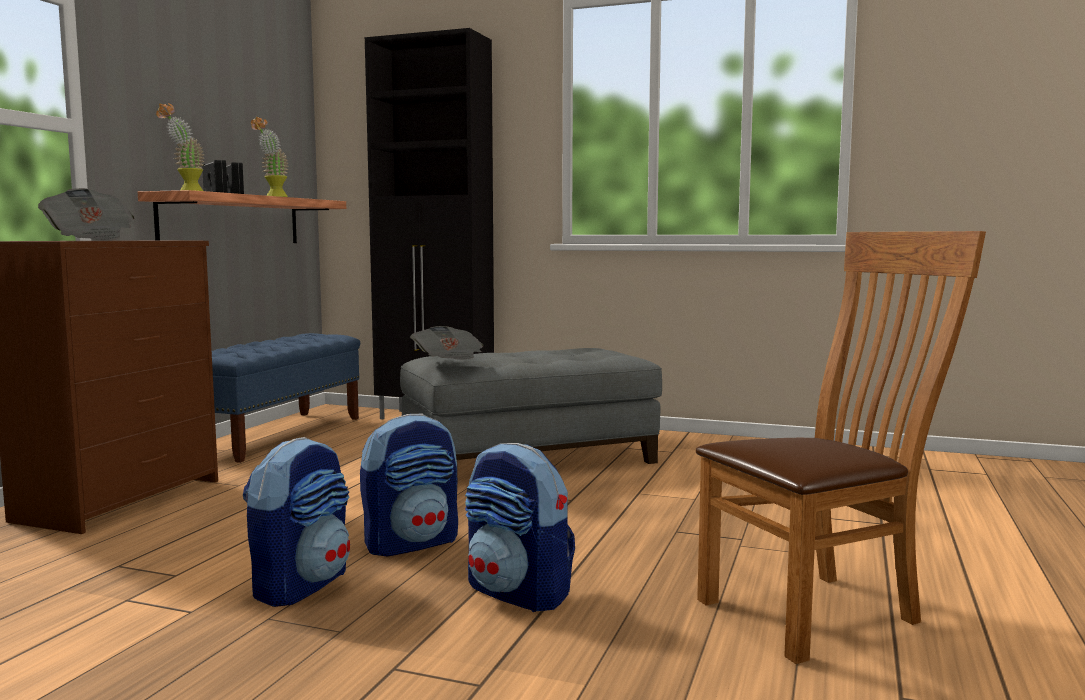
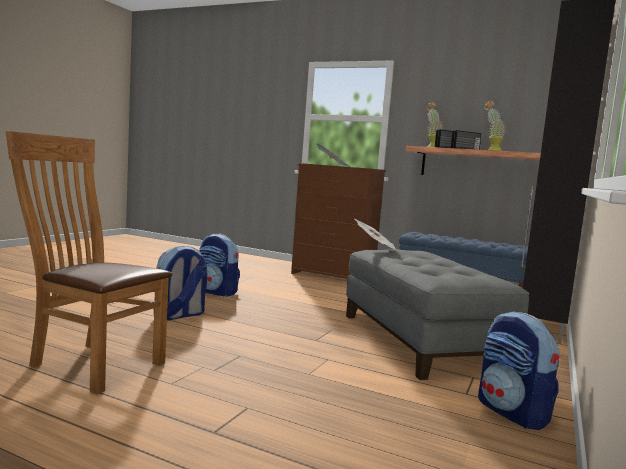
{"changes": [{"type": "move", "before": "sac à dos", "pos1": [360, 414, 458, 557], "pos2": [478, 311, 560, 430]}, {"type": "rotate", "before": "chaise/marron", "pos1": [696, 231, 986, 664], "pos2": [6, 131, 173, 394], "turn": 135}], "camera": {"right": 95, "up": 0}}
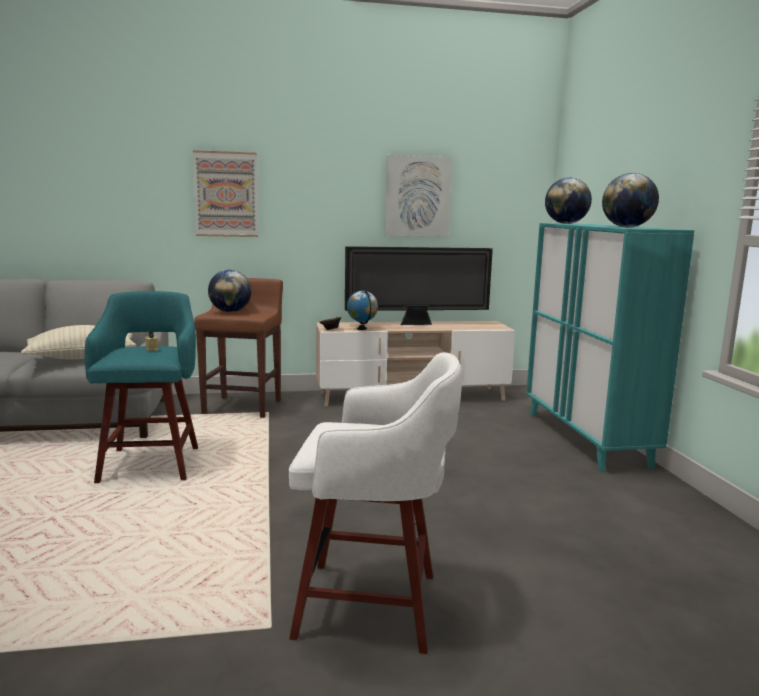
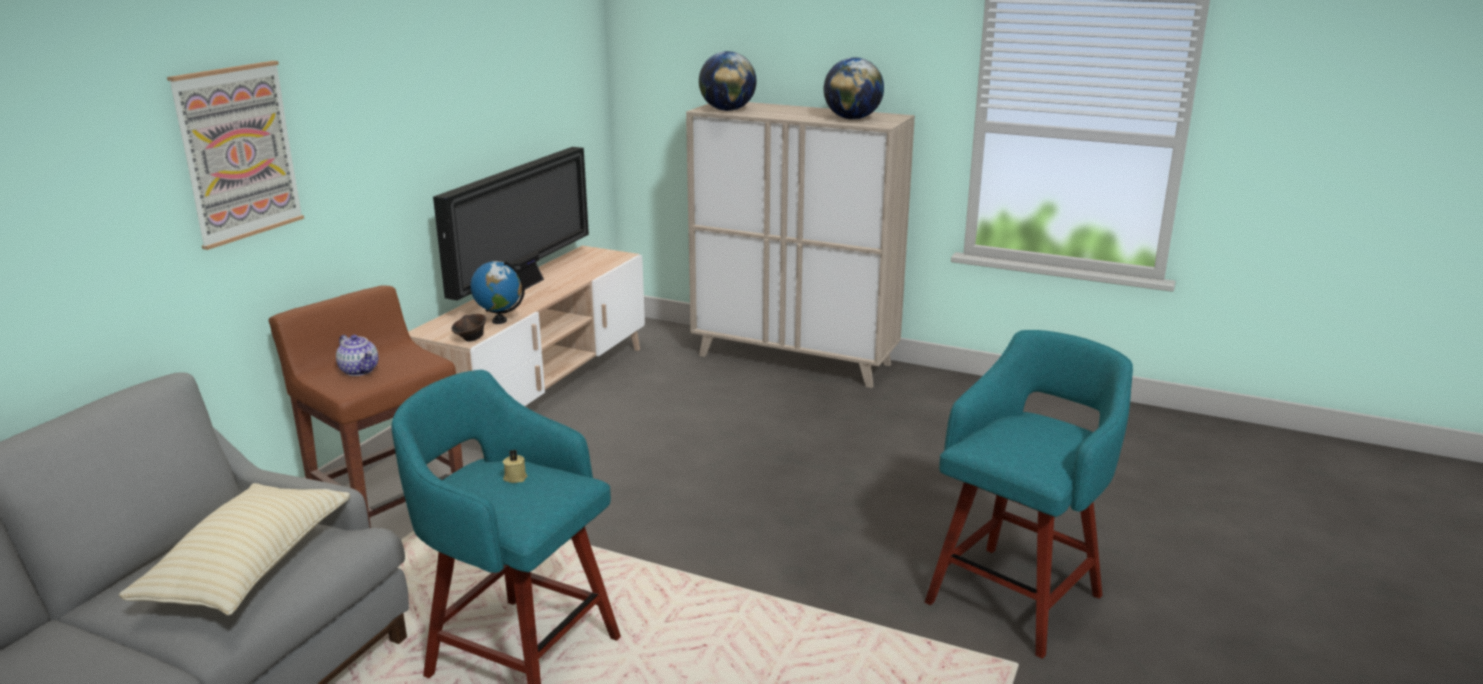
{"changes": [{"type": "delete", "before": "tableau", "pos1": [385, 155, 452, 237]}, {"type": "replace", "before": "globe", "after": "théière", "pos1": [208, 270, 251, 312], "pos2": [336, 335, 378, 376]}, {"type": "recolor", "before": "tabouret/blanc", "after": "tabouret/turquoise", "pos1": [289, 352, 462, 654], "pos2": [925, 330, 1133, 659]}, {"type": "recolor", "before": "meuble de rangement/turquoise", "after": "meuble de rangement/beige", "pos1": [526, 223, 694, 472], "pos2": [686, 102, 915, 388]}], "camera": {"right": -55, "up": 10}}
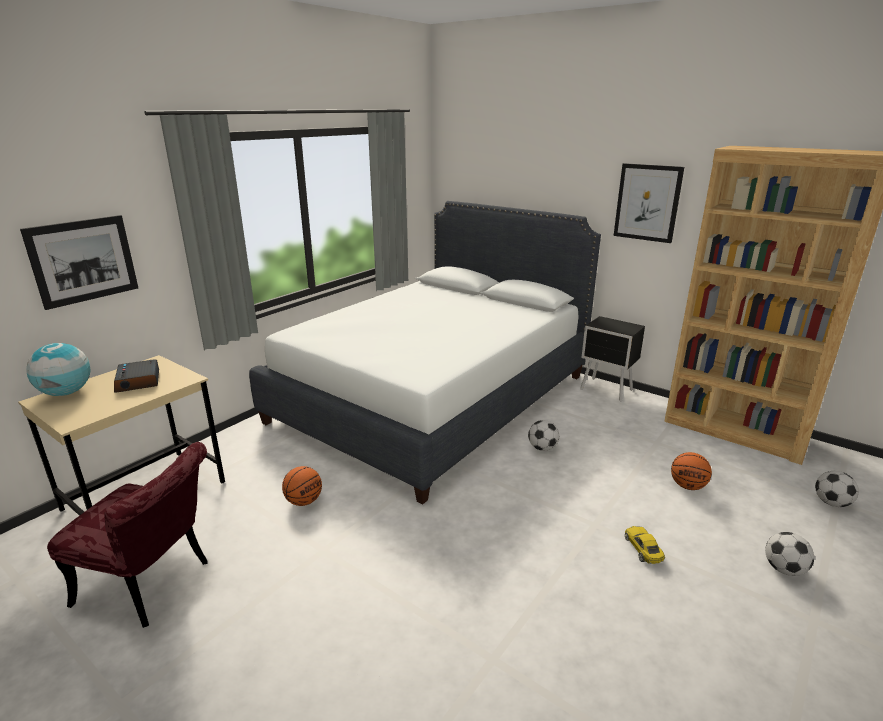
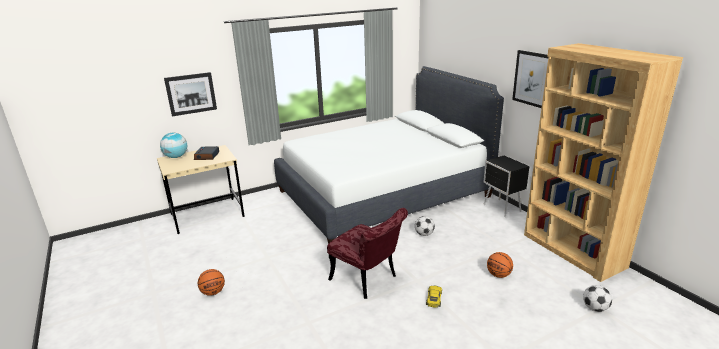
{"changes": [{"type": "delete", "before": "ballon de foot", "pos1": [765, 532, 814, 576]}, {"type": "move", "before": "chaise/rouge", "pos1": [47, 442, 208, 628], "pos2": [327, 208, 408, 299]}, {"type": "move", "before": "ballon de basket", "pos1": [282, 466, 322, 506], "pos2": [198, 269, 225, 296]}], "camera": {"right": 25, "up": 0}}
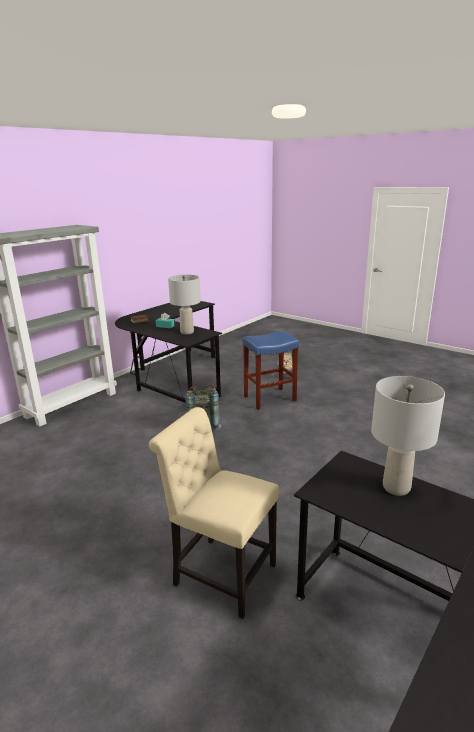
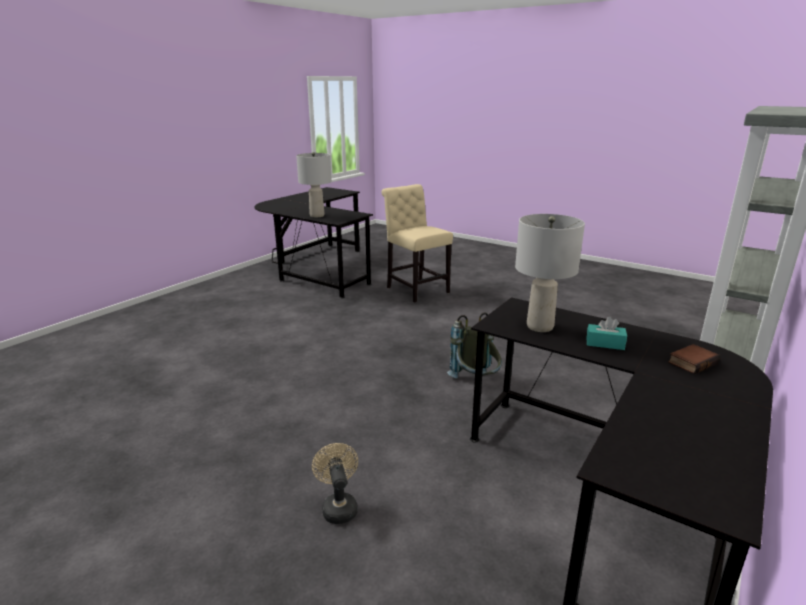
{"changes": [{"type": "delete", "before": "tabouret/bleu", "pos1": [242, 331, 299, 410]}, {"type": "rotate", "before": "chaise/beige", "pos1": [149, 407, 279, 619], "pos2": [382, 184, 453, 302], "turn": -150}], "camera": {"right": 175, "up": 0}}
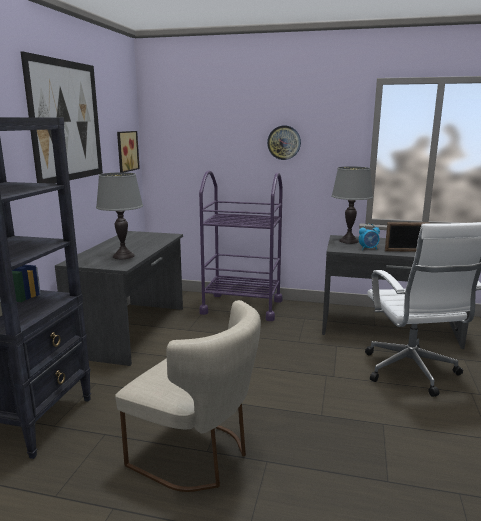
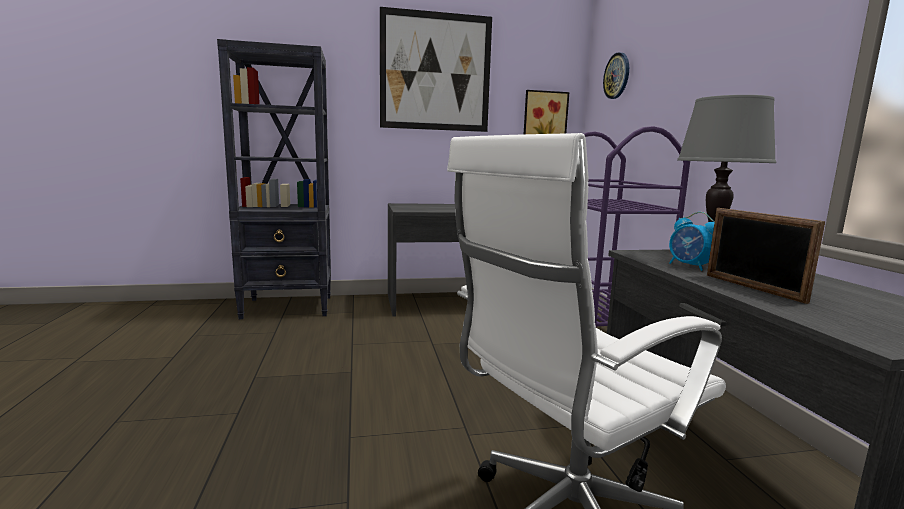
{"changes": [{"type": "delete", "before": "lampe de table/gris", "pos1": [96, 172, 143, 259]}, {"type": "delete", "before": "chaise/beige", "pos1": [115, 300, 261, 492]}, {"type": "move", "before": "horloge murale", "pos1": [267, 125, 301, 160], "pos2": [603, 53, 629, 99]}], "camera": {"right": 65, "up": -5}}
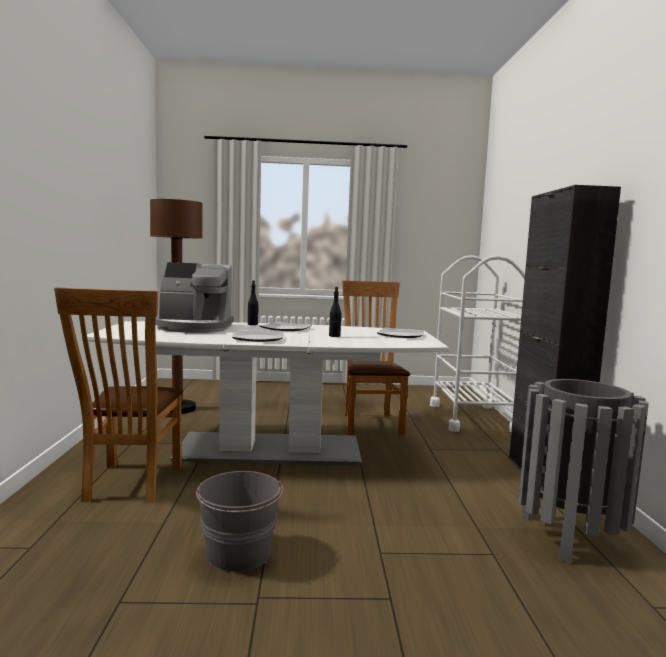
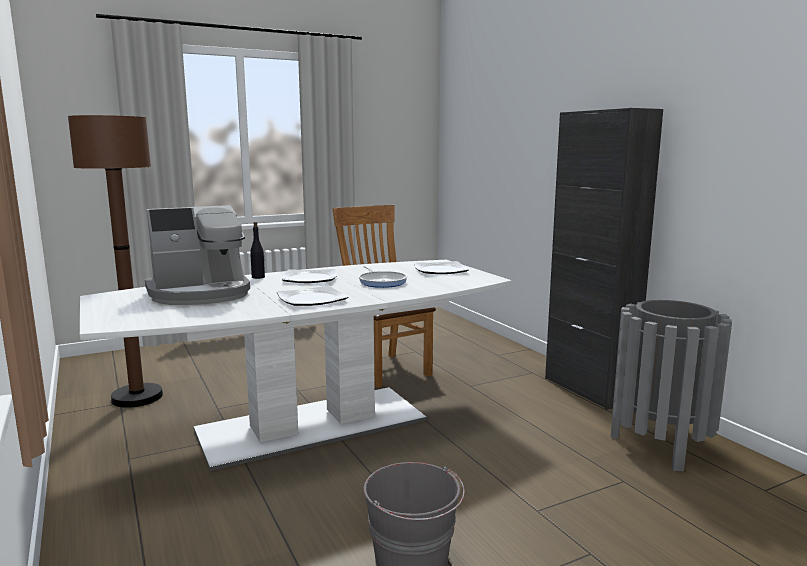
{"changes": [{"type": "delete", "before": "chaise/marron", "pos1": [54, 288, 183, 503]}, {"type": "delete", "before": "chariot/blanc", "pos1": [430, 255, 525, 432]}, {"type": "replace", "before": "bouteille/noir", "after": "poêle", "pos1": [329, 287, 341, 337], "pos2": [359, 266, 407, 288]}], "camera": {"right": -25, "up": 5}}
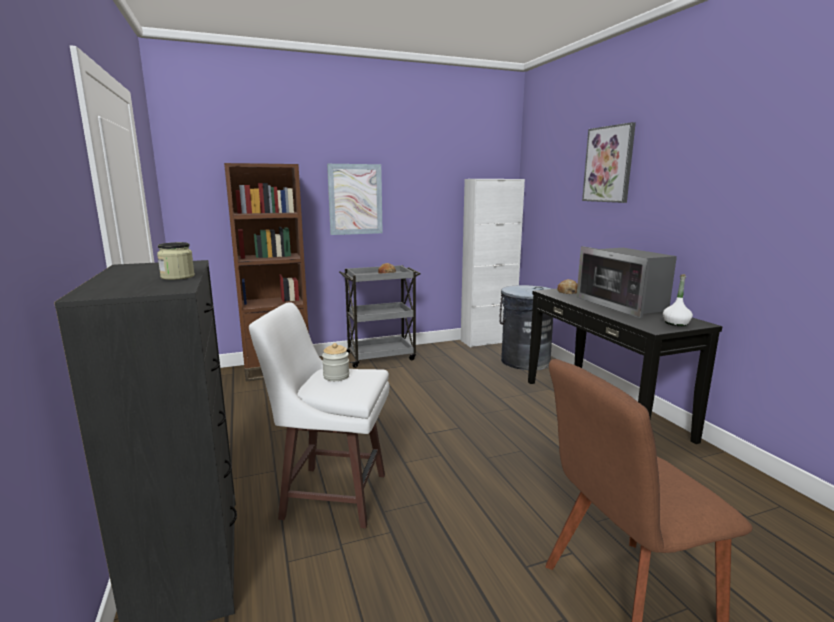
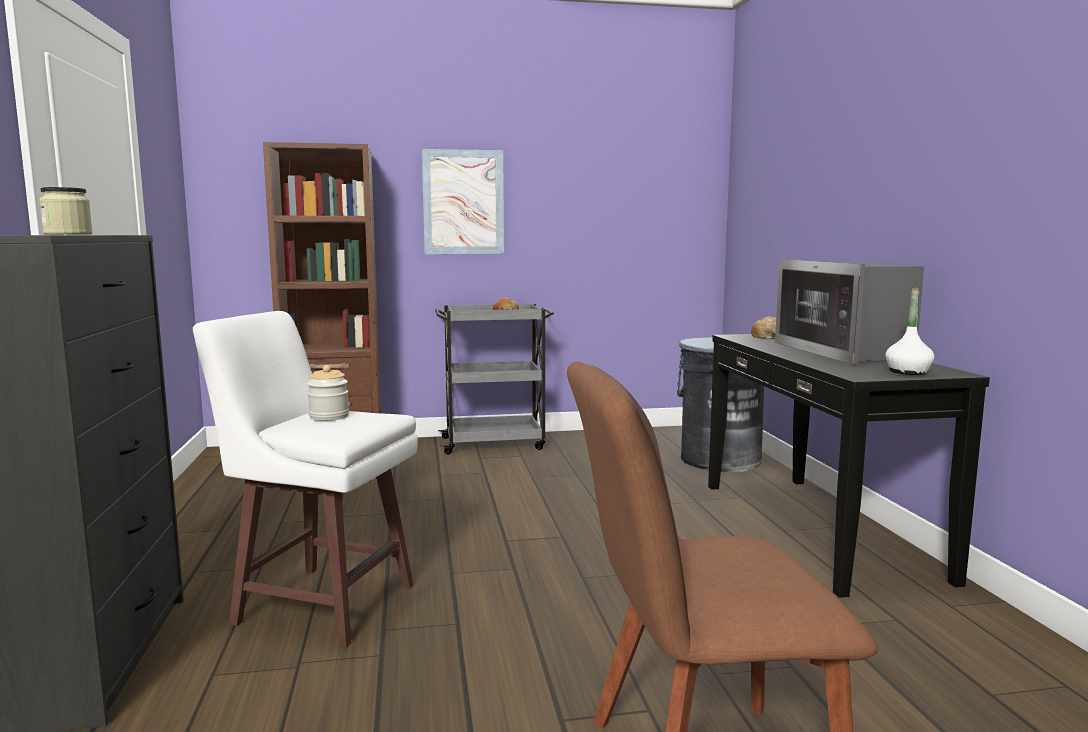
{"changes": [{"type": "delete", "before": "meuble de rangement/blanc", "pos1": [461, 179, 525, 348]}, {"type": "delete", "before": "tableau", "pos1": [582, 122, 636, 203]}], "camera": {"right": 10, "up": -5}}
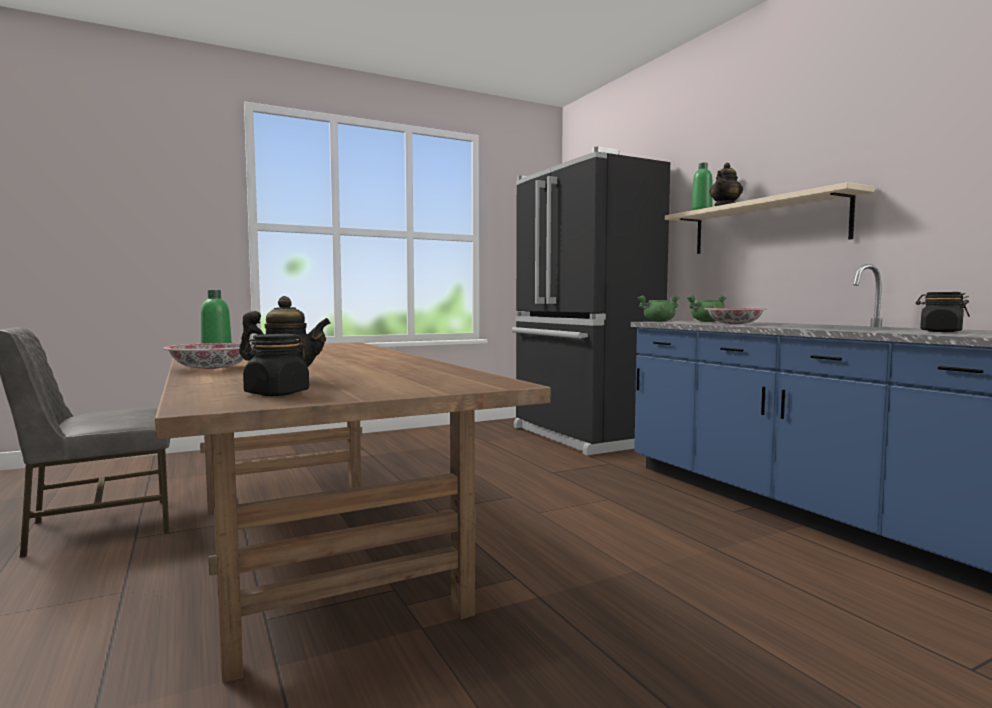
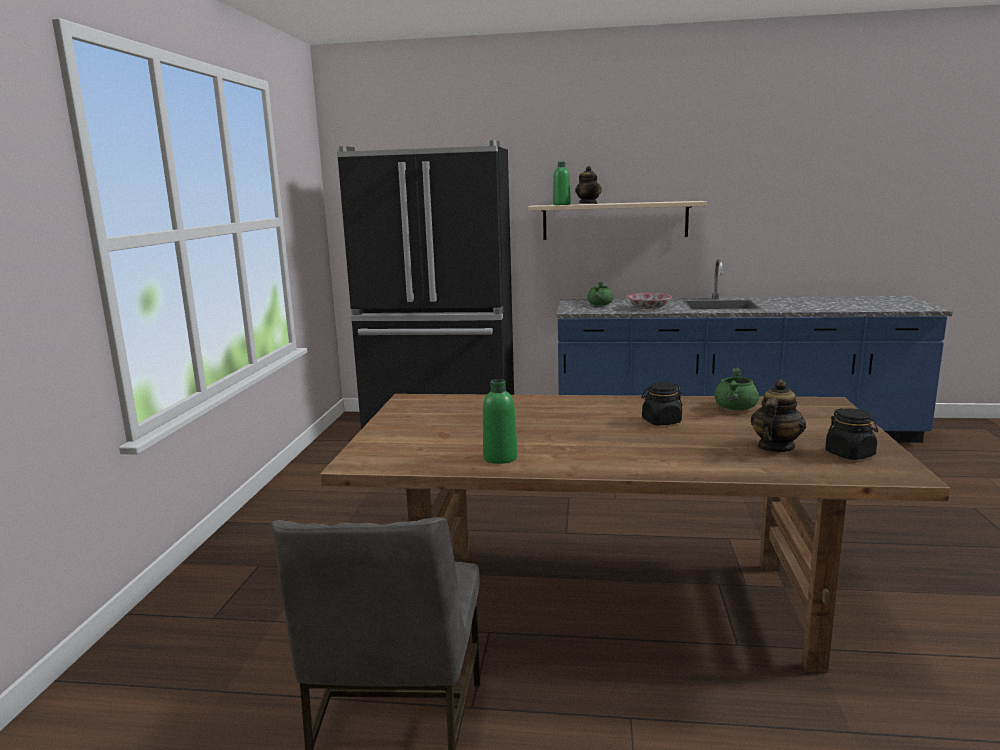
{"changes": [{"type": "delete", "before": "bol", "pos1": [163, 343, 253, 369]}, {"type": "move", "before": "marmite/vert", "pos1": [637, 295, 680, 322], "pos2": [714, 368, 759, 410]}, {"type": "move", "before": "bocal/noir", "pos1": [916, 292, 970, 332], "pos2": [641, 382, 682, 425]}], "camera": {"right": -55, "up": 10}}
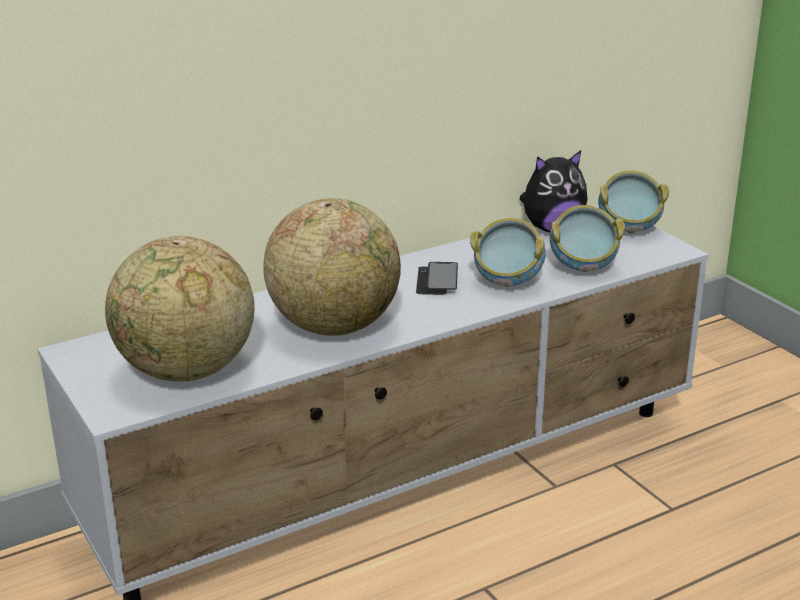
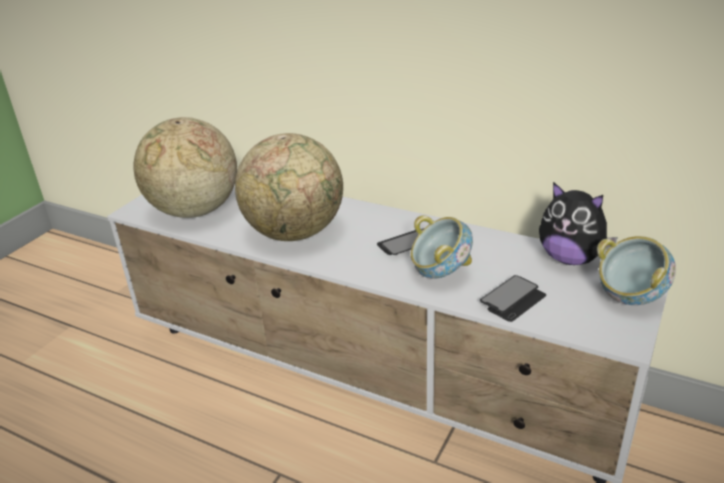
{"changes": [{"type": "replace", "before": "bol", "after": "téléphone", "pos1": [550, 205, 625, 272], "pos2": [480, 275, 546, 322]}], "camera": {"right": 60, "up": 5}}
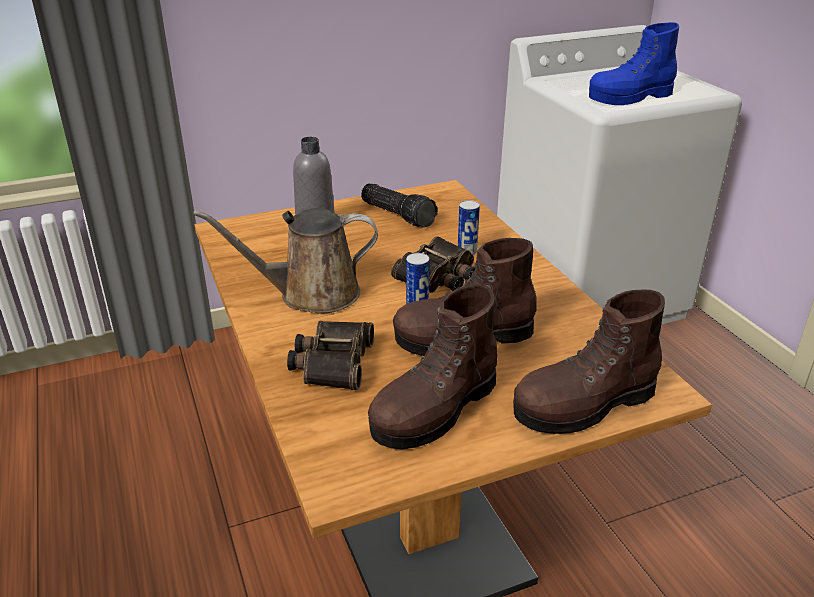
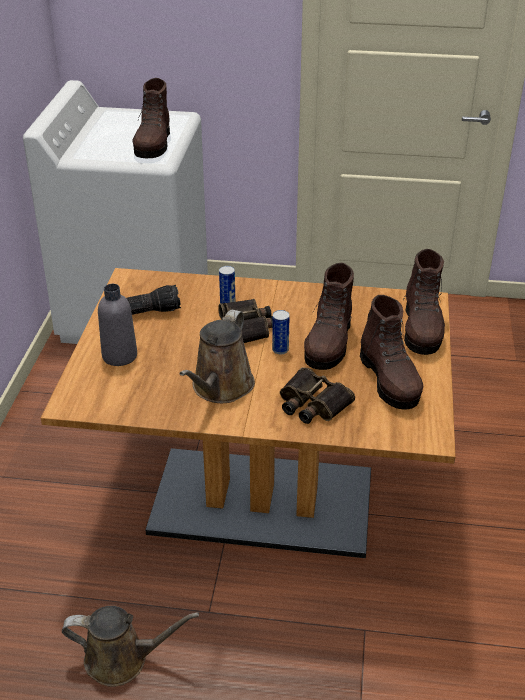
{"changes": [{"type": "insert", "after": "arrosoir/marron", "pos2": [62, 606, 199, 687]}, {"type": "recolor", "before": "botte/bleu", "after": "botte/marron", "pos1": [589, 22, 679, 105], "pos2": [133, 78, 170, 158]}], "camera": {"right": -60, "up": 5}}
